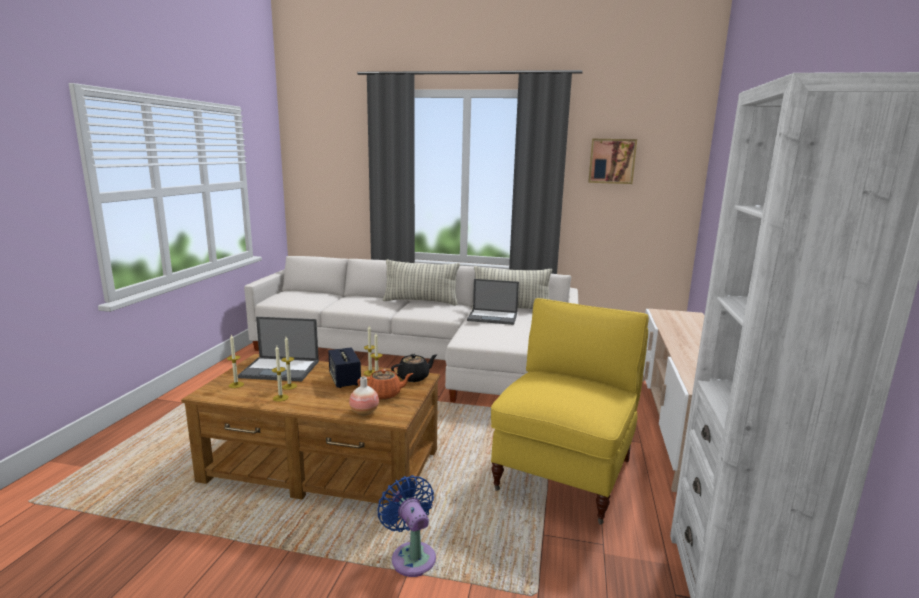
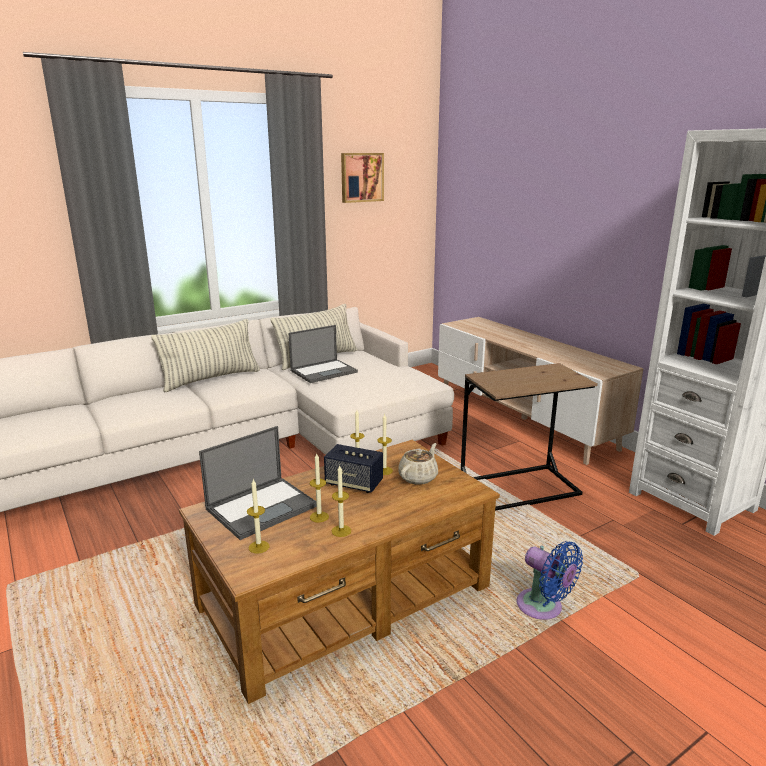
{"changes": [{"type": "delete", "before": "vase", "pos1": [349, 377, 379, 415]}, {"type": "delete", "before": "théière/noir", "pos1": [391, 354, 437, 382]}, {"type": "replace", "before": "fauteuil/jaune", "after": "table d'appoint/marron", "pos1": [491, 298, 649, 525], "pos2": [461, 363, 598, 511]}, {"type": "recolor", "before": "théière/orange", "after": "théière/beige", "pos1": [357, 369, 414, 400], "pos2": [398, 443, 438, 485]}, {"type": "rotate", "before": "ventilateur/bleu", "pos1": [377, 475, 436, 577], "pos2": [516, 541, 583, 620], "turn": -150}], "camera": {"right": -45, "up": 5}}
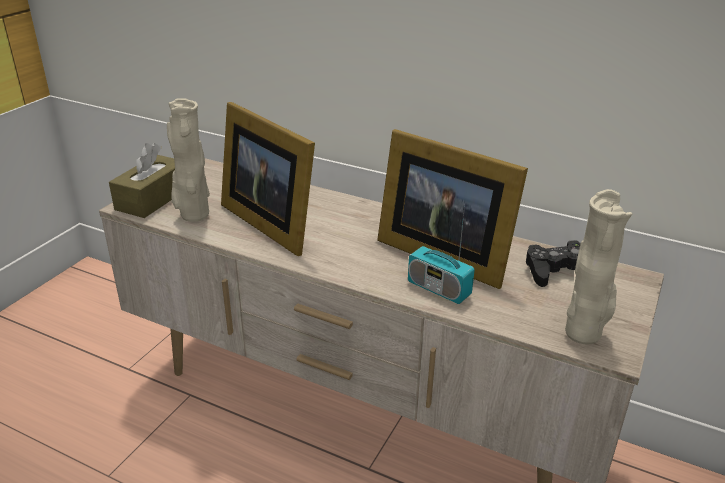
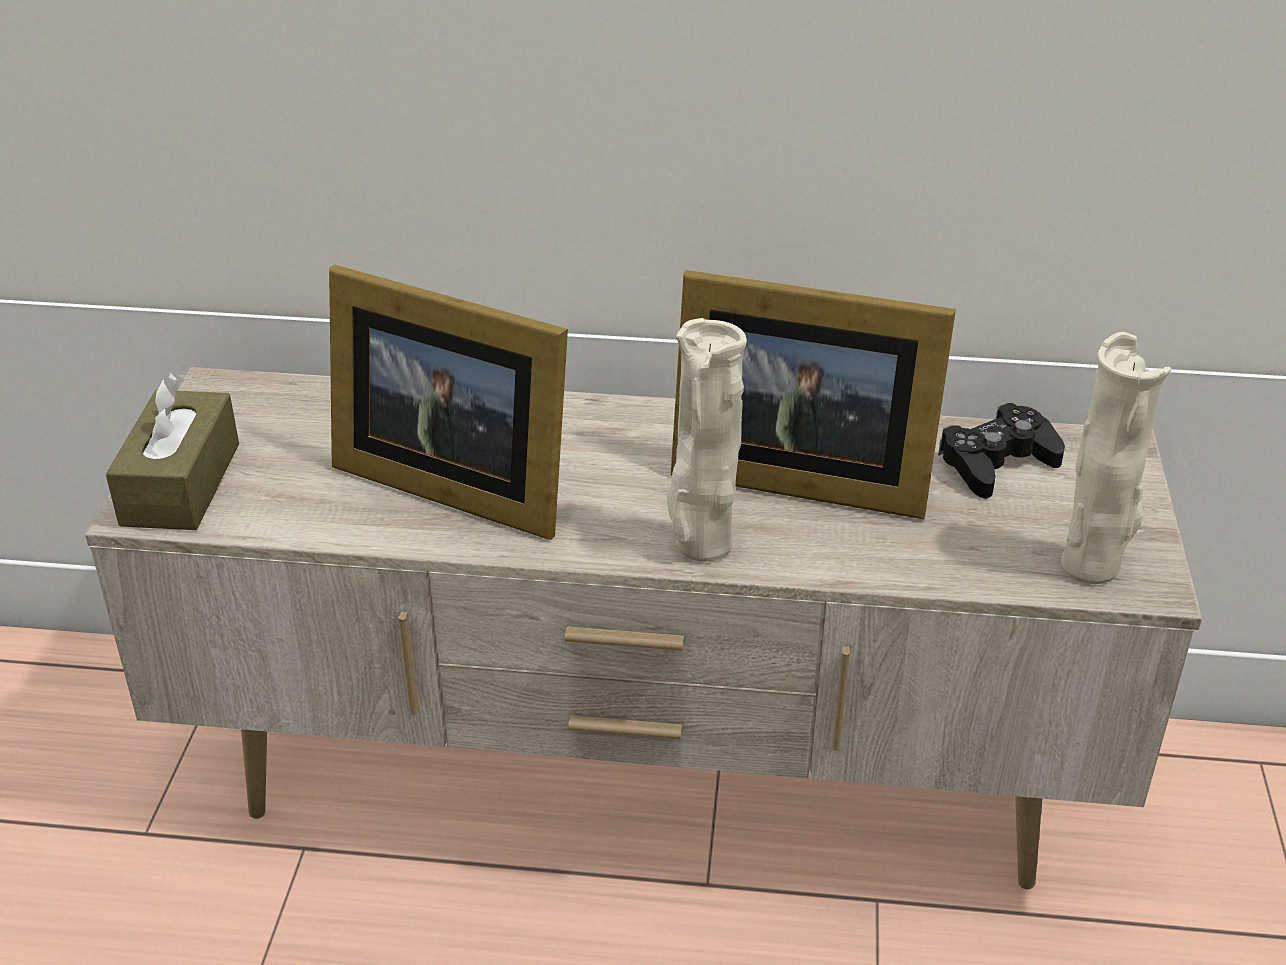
{"changes": [{"type": "delete", "before": "radio", "pos1": [408, 206, 475, 304]}, {"type": "move", "before": "vase/beige", "pos1": [167, 98, 210, 222], "pos2": [666, 318, 747, 562]}], "camera": {"right": -20, "up": 5}}
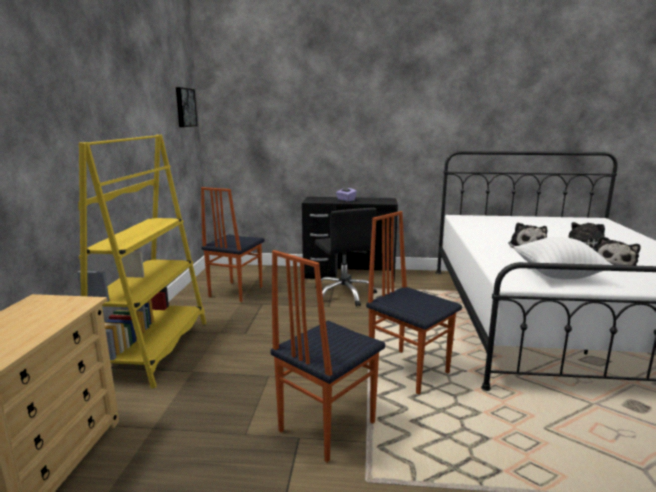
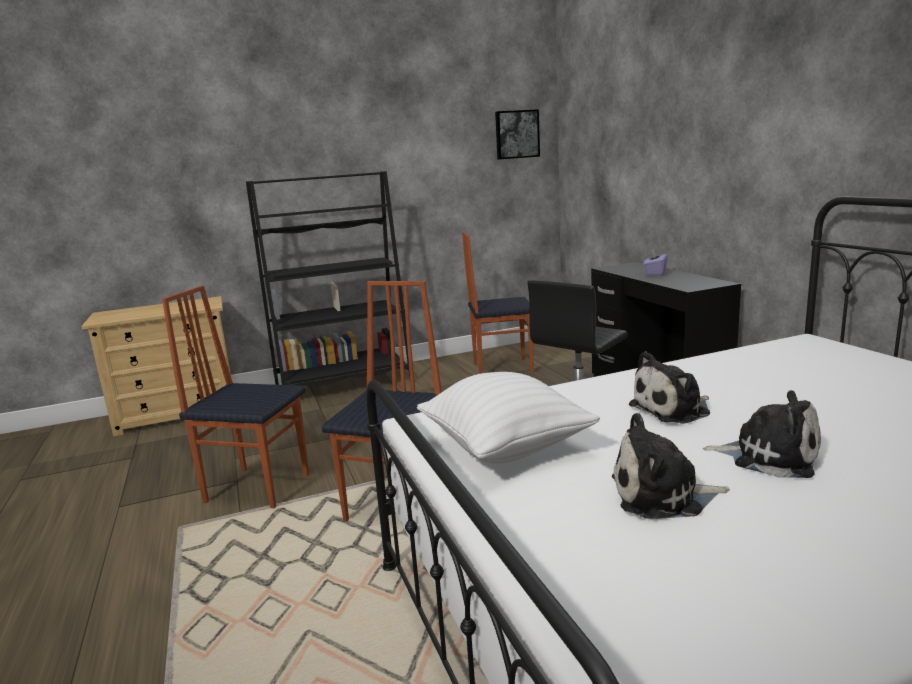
{"changes": [{"type": "recolor", "before": "bibliothèque/jaune", "after": "bibliothèque/noir", "pos1": [77, 134, 206, 388], "pos2": [246, 171, 410, 386]}], "camera": {"right": 65, "up": 0}}
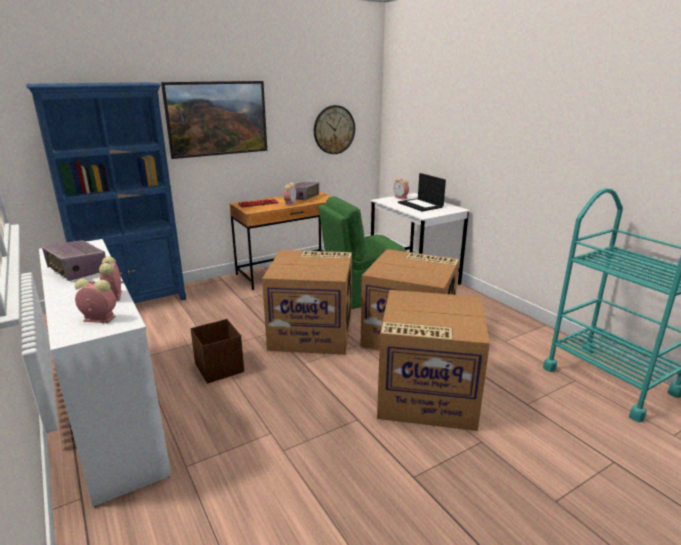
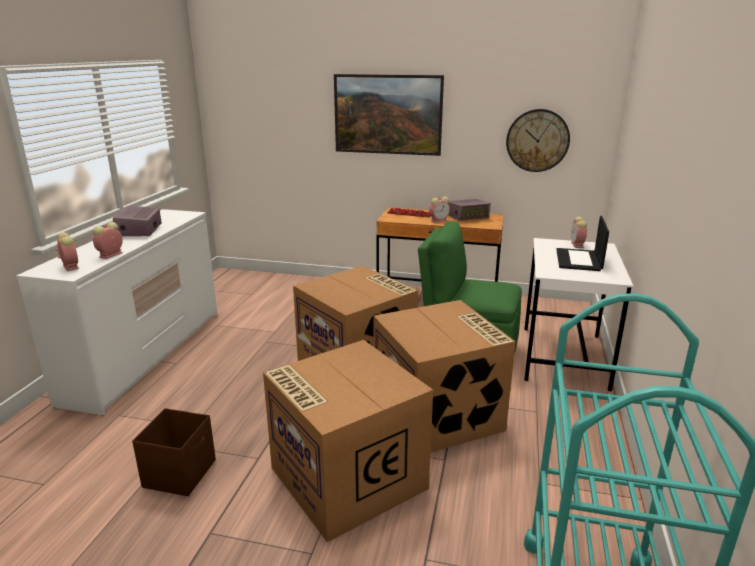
{"changes": [{"type": "delete", "before": "bibliothèque/bleu", "pos1": [26, 82, 186, 303]}, {"type": "move", "before": "boîte de rangement/marron", "pos1": [190, 319, 244, 383], "pos2": [132, 408, 216, 496]}], "camera": {"right": 45, "up": 0}}
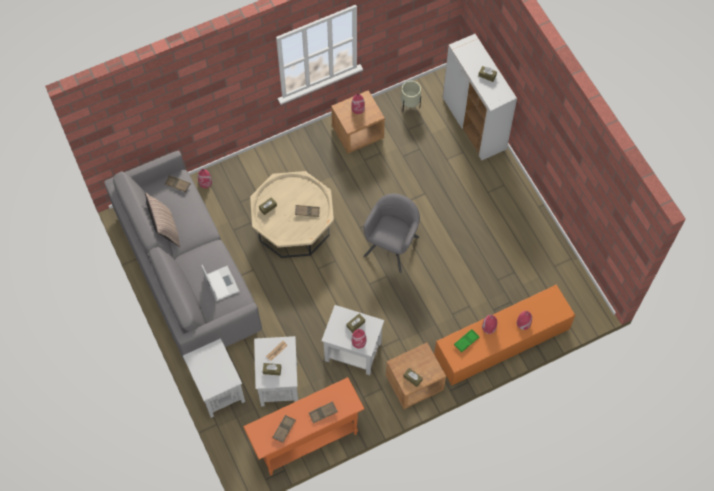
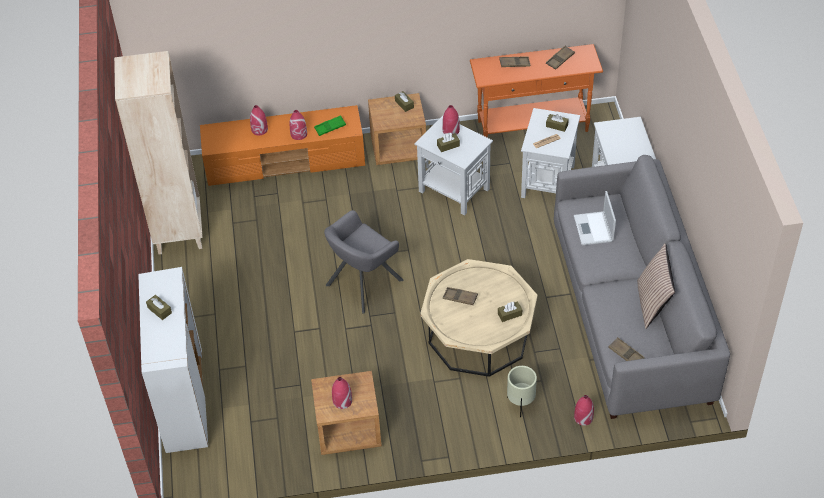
{"changes": [{"type": "insert", "after": "bibliothèque/beige", "pos2": [114, 51, 203, 254]}, {"type": "move", "before": "cache-pot/beige", "pos1": [401, 81, 421, 112], "pos2": [507, 366, 537, 417]}], "camera": {"right": -160, "up": -15}}
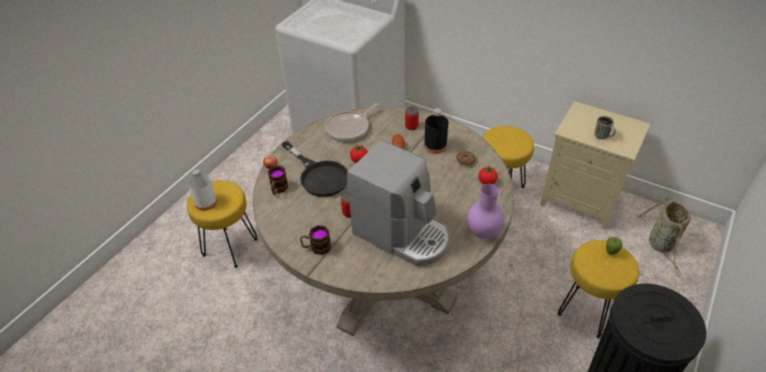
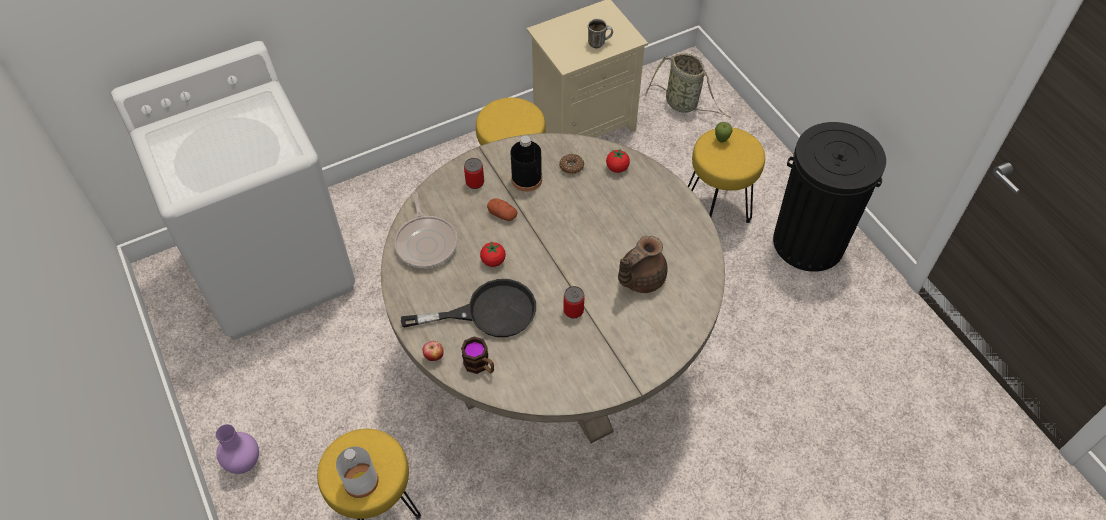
{"changes": [{"type": "delete", "before": "mug", "pos1": [300, 225, 331, 255]}, {"type": "move", "before": "vase/violet", "pos1": [467, 184, 504, 239], "pos2": [216, 424, 259, 474]}, {"type": "replace", "before": "machine à café", "after": "théière/marron", "pos1": [347, 140, 450, 266], "pos2": [618, 236, 668, 293]}], "camera": {"right": -60, "up": 10}}
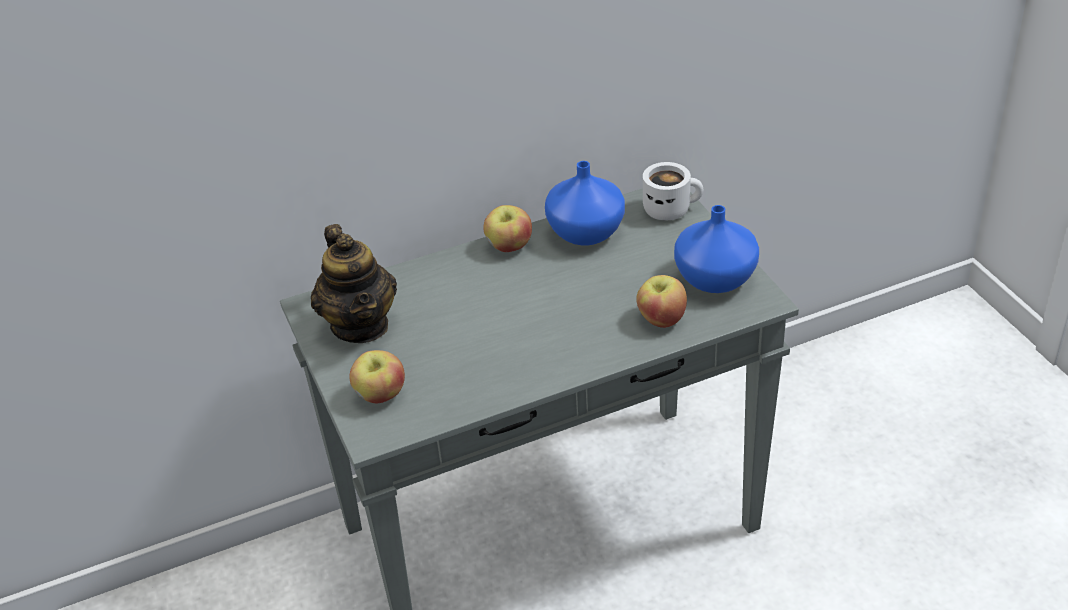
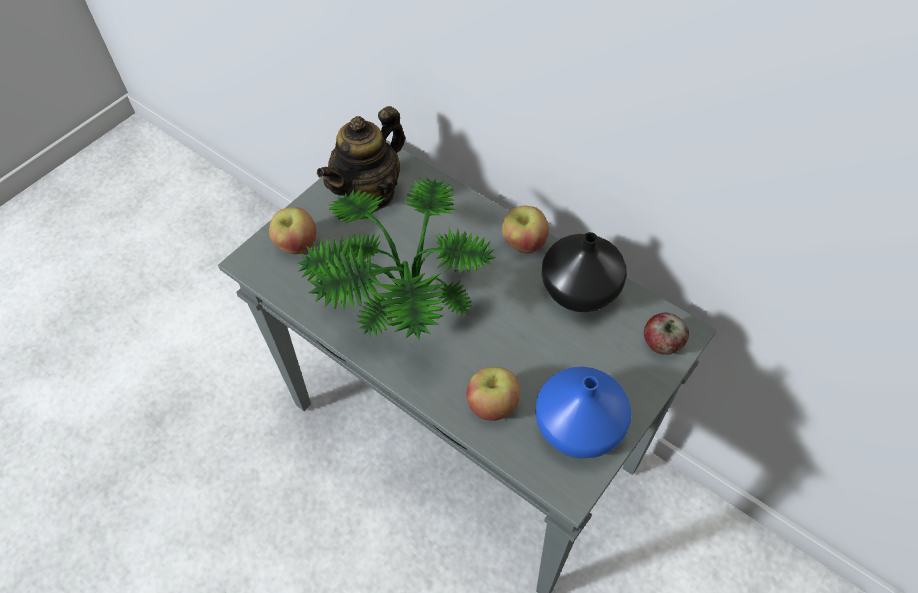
{"changes": [{"type": "insert", "after": "plante en pot", "pos2": [298, 177, 495, 340]}, {"type": "replace", "before": "mug/blanc", "after": "pomme", "pos1": [643, 162, 703, 220], "pos2": [644, 313, 689, 355]}, {"type": "recolor", "before": "vase/bleu", "after": "vase/noir", "pos1": [545, 161, 625, 246], "pos2": [542, 232, 627, 312]}], "camera": {"right": 60, "up": 15}}
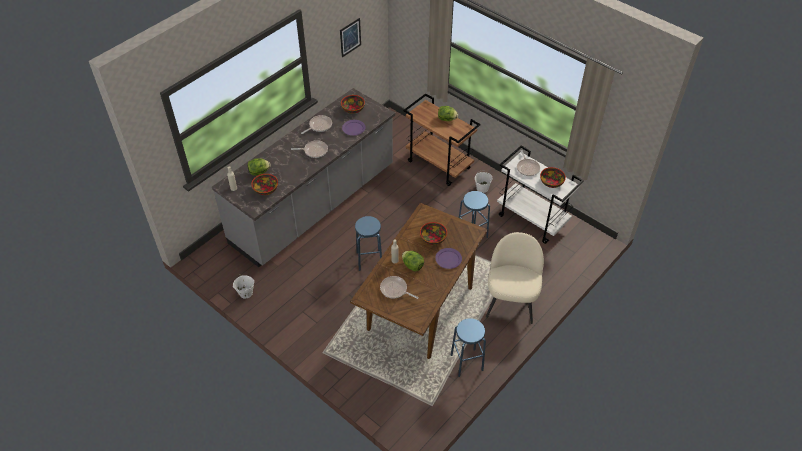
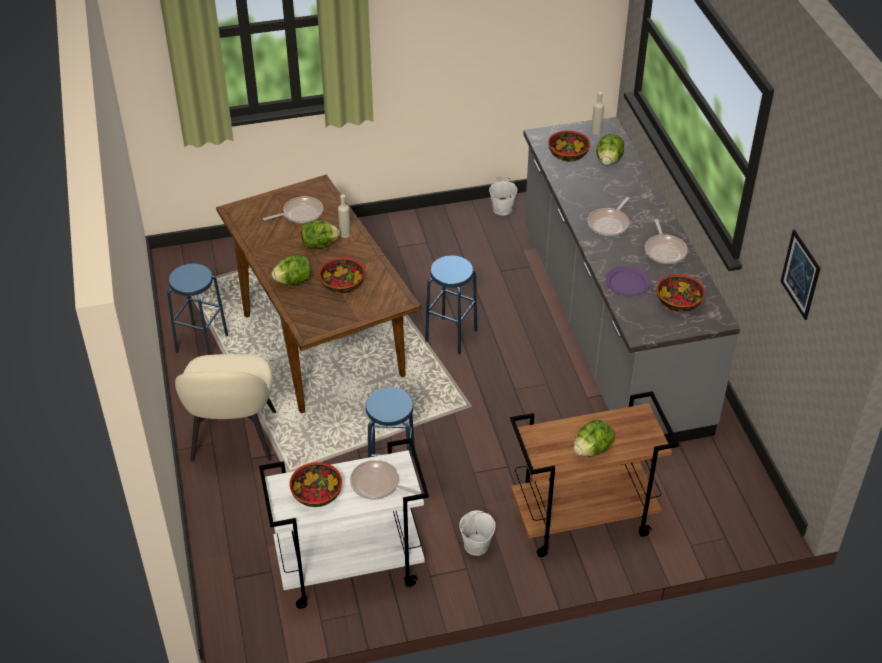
{"changes": [{"type": "replace", "before": "assiette/violet", "after": "laitue", "pos1": [435, 248, 462, 269], "pos2": [272, 255, 311, 285]}, {"type": "rotate", "before": "chaise/beige", "pos1": [486, 232, 544, 324], "pos2": [175, 354, 276, 462], "turn": 45}], "camera": {"right": 125, "up": -5}}
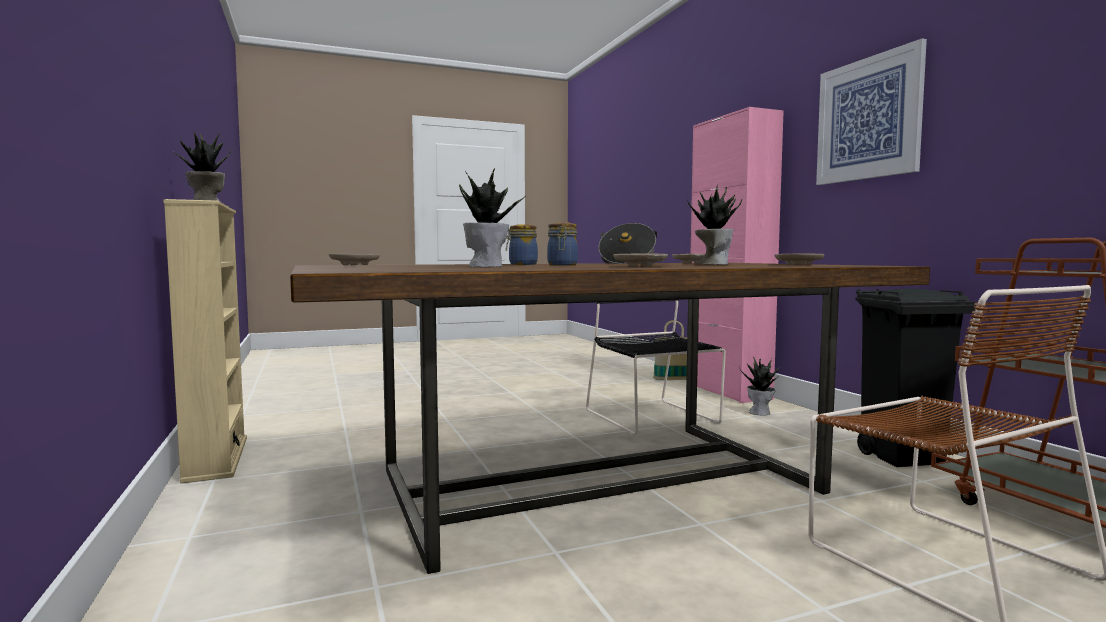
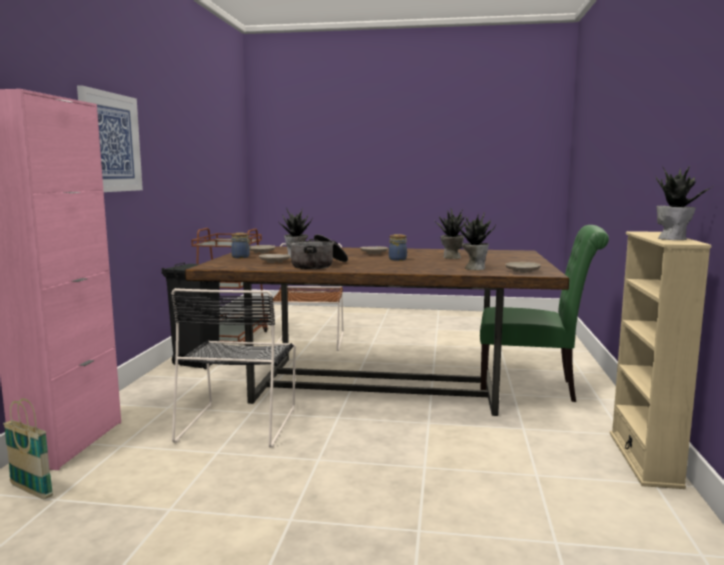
{"changes": [{"type": "insert", "after": "chaise/vert", "pos2": [480, 225, 609, 402]}, {"type": "move", "before": "bocal", "pos1": [506, 224, 538, 265], "pos2": [231, 233, 251, 258]}, {"type": "move", "before": "plante en pot", "pos1": [740, 356, 780, 415], "pos2": [457, 213, 496, 270]}], "camera": {"right": -150, "up": 5}}
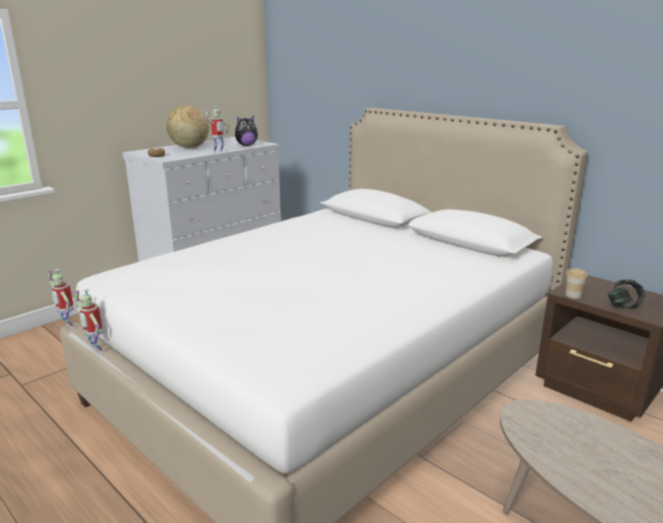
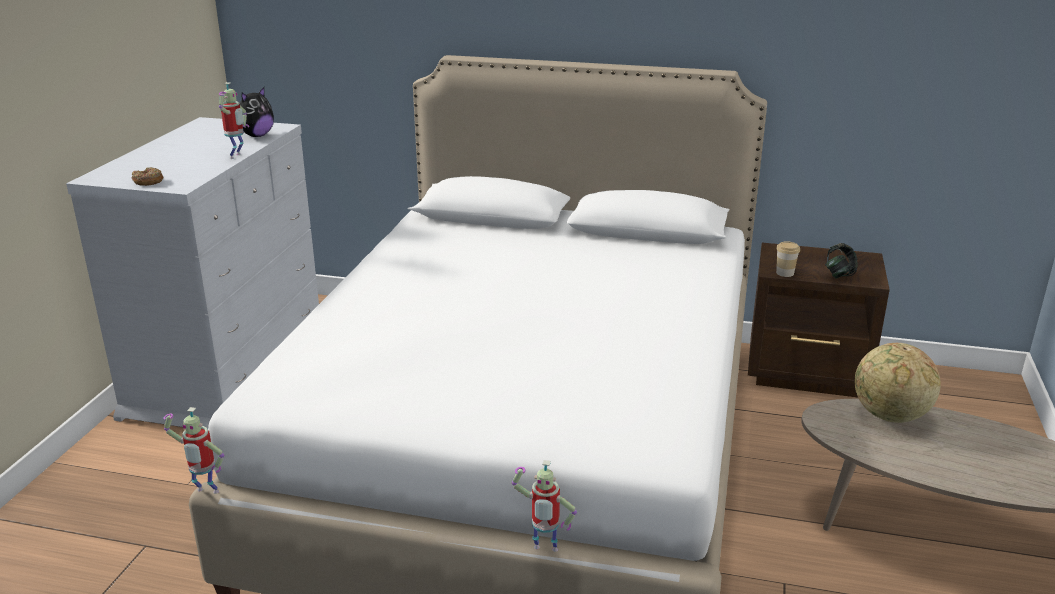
{"changes": [{"type": "move", "before": "robot jouet", "pos1": [72, 289, 104, 354], "pos2": [512, 460, 577, 552]}, {"type": "move", "before": "globe", "pos1": [166, 105, 209, 148], "pos2": [855, 343, 941, 423]}], "camera": {"right": -30, "up": 5}}
